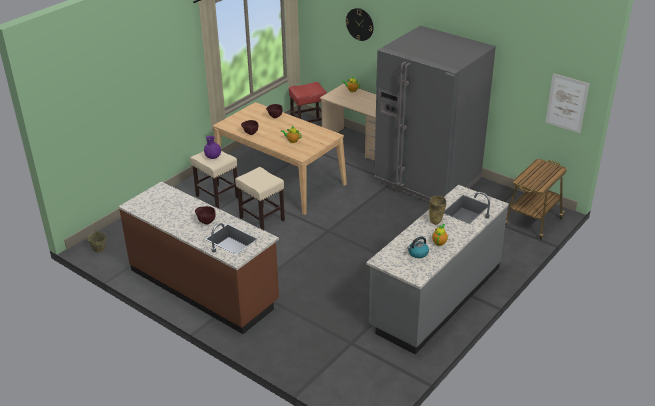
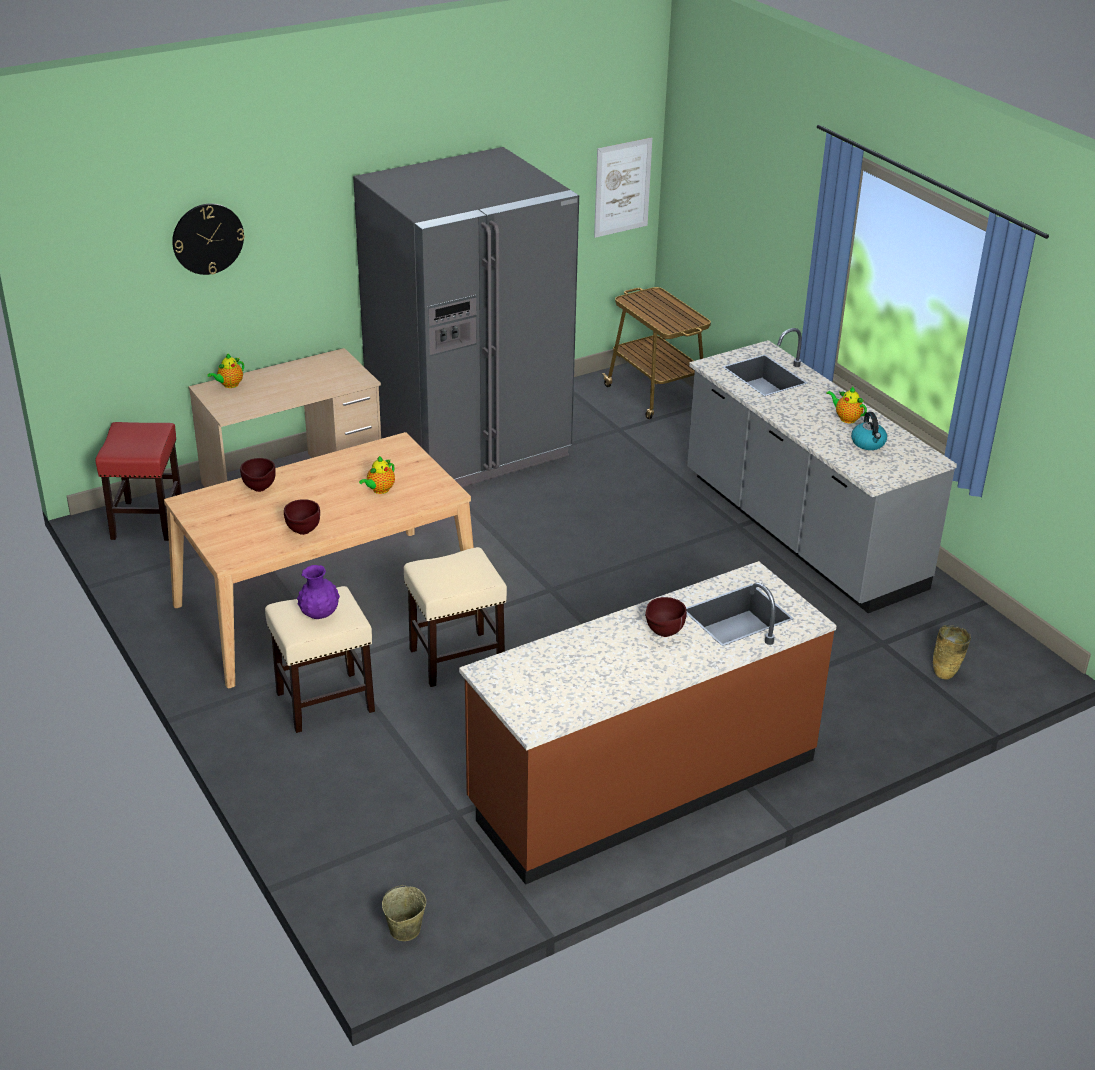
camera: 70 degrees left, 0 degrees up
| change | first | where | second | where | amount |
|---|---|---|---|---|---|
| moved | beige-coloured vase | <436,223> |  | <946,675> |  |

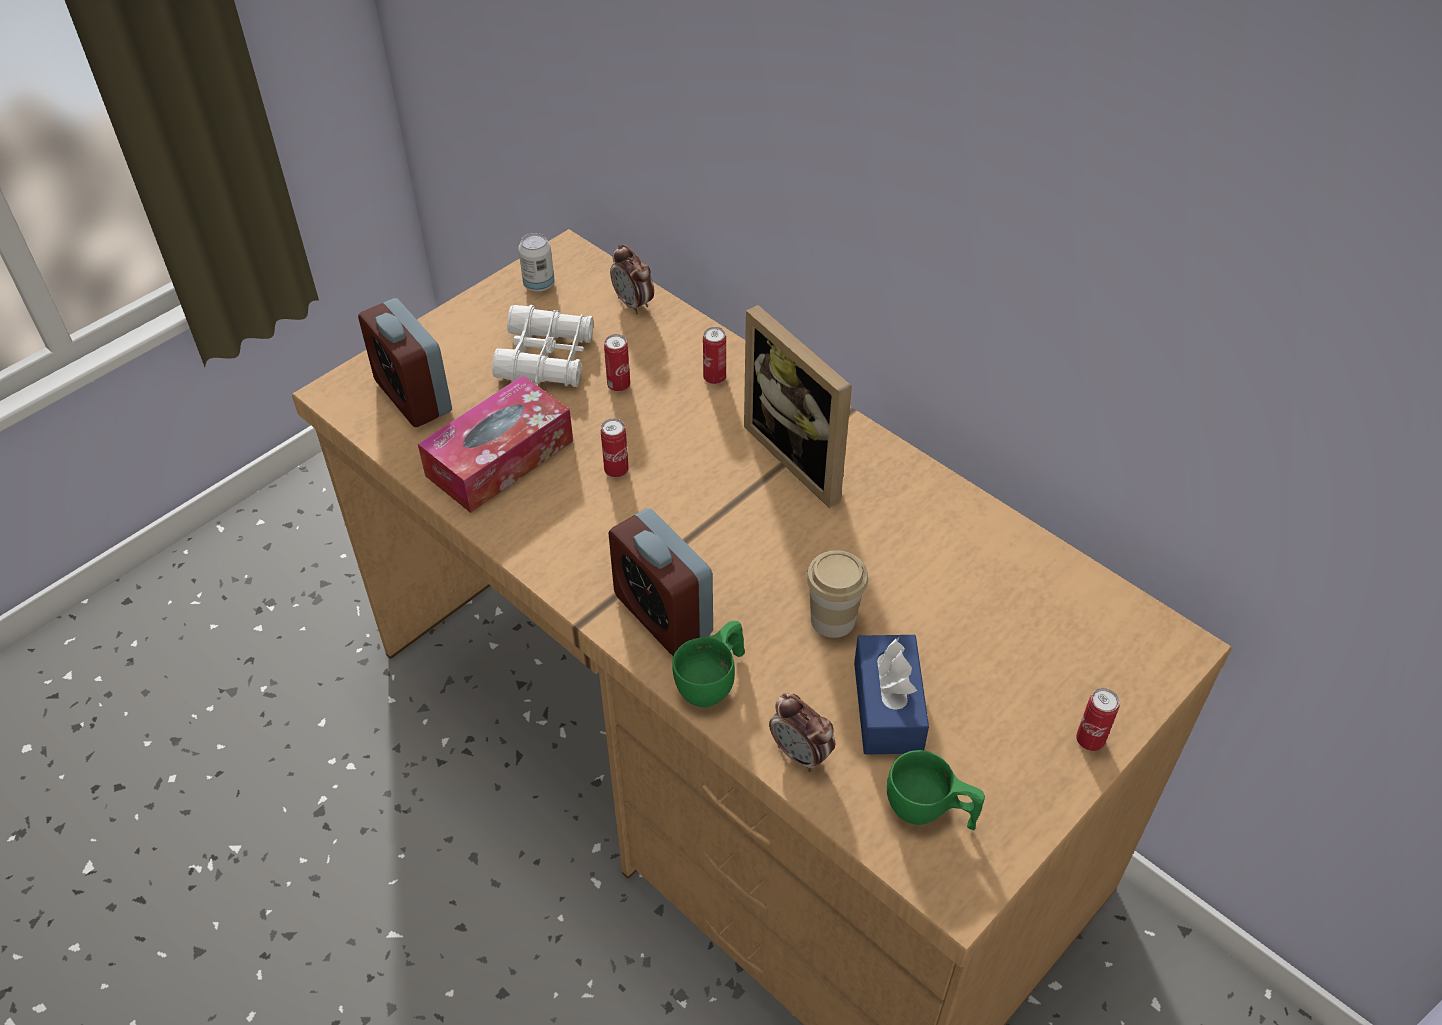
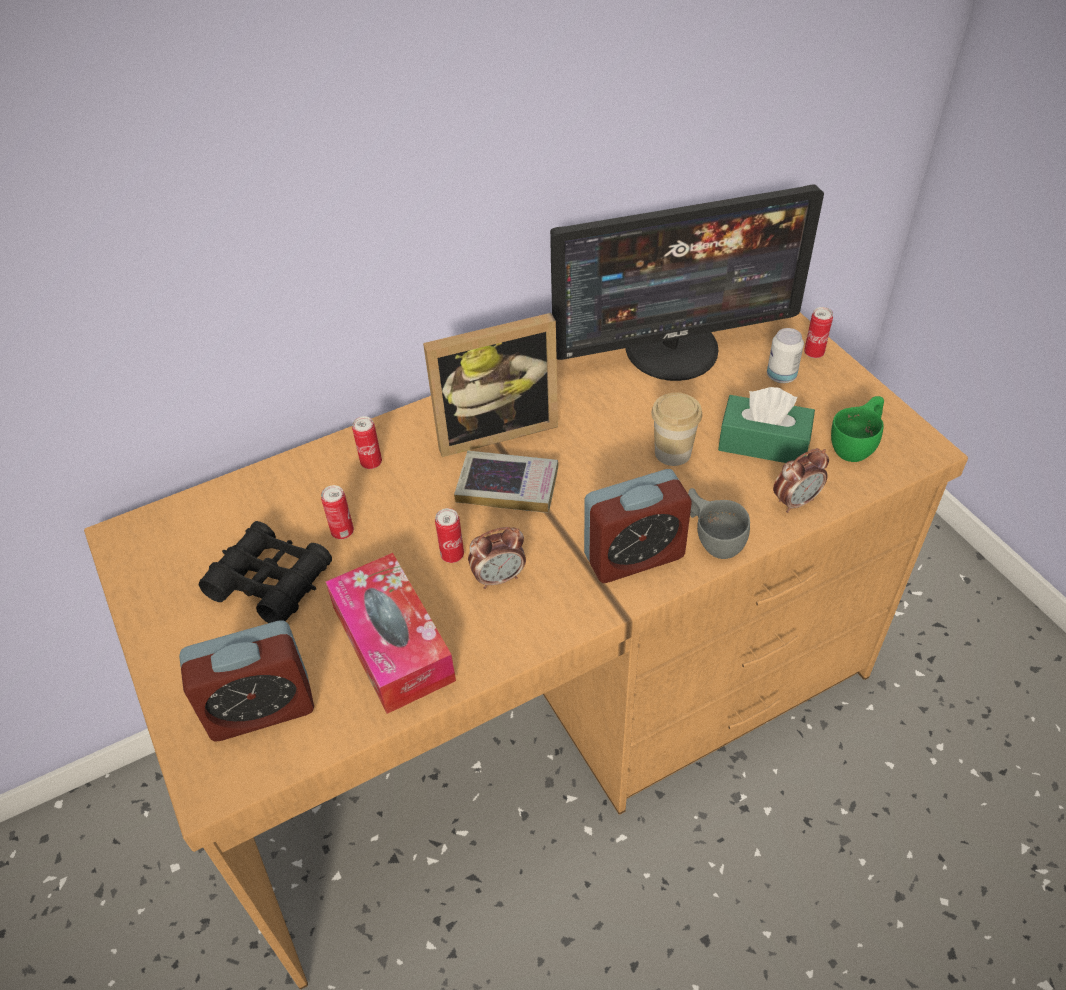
camera: 70 degrees left, 0 degrees up
| change | first | where | second | where | amount |
|---|---|---|---|---|---|
| moved | metal can | <539,285> |  | <781,376> |  |
| moved | alarm clock | <633,304> |  | <499,577> |  |
| recoloured | white pair of binoculars | <546,358> | black pair of binoculars | <271,581> |  |
| recoloured | greenish cup | <713,681> | grey cup | <713,537> |  |
| recoloured | blue-coloured tissue holder | <887,707> | greenish tissue holder | <763,443> |  |
| added |  |  | computer screen | <673,349> |  |
| added |  |  | volume | <507,486> |  |

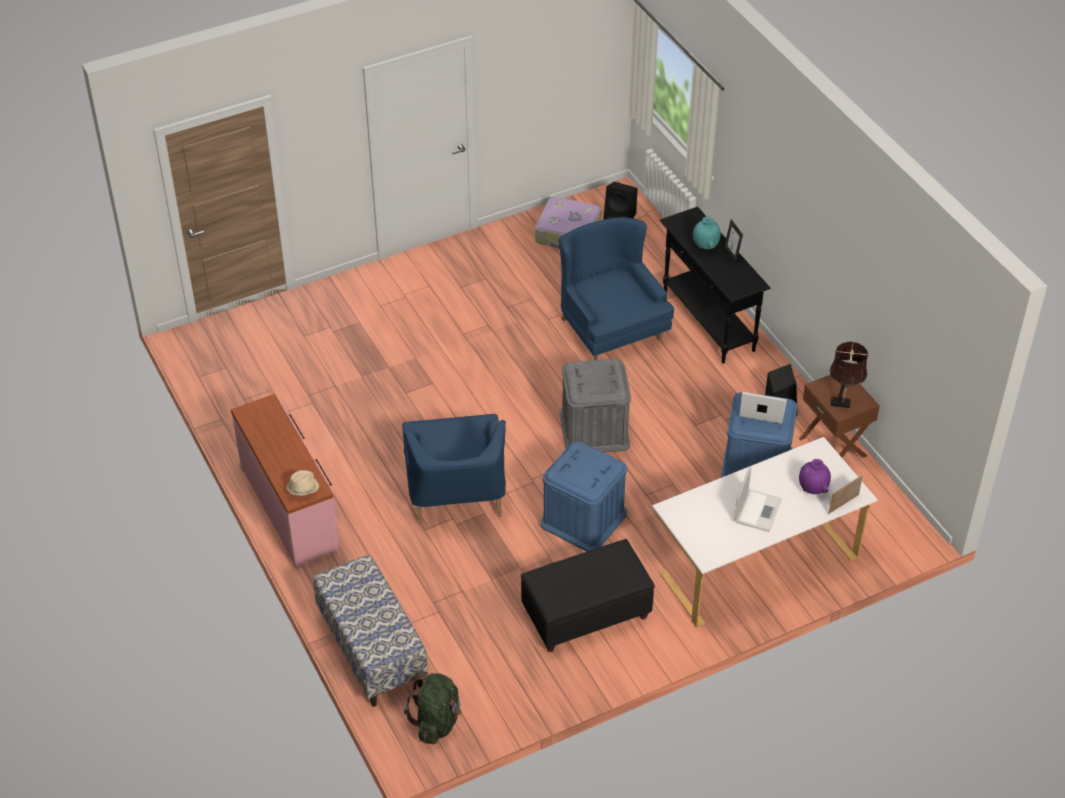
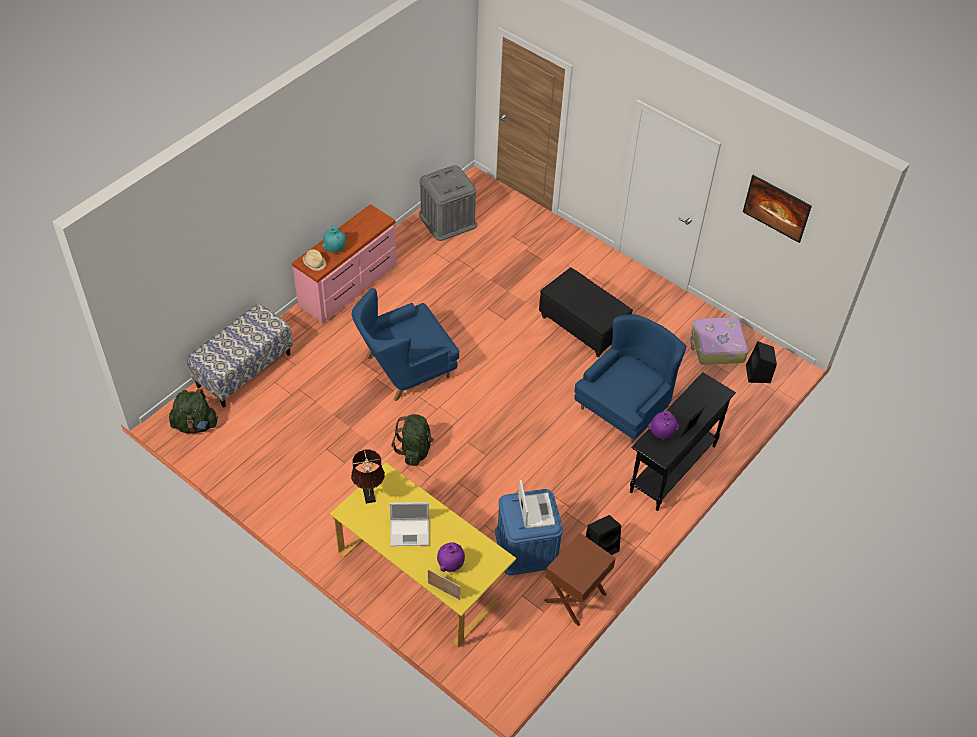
camera: 65 degrees right, 5 degrees up
| change | first | where | second | where | amount |
|---|---|---|---|---|---|
| moved | blue-green vase | <705,246> |  | <335,249> |  |
| moved | brown-coloured table lamp | <842,403> |  | <369,497> |  |
| moved | grey storage box | <594,429> |  | <447,220> |  |
| recoloured | white desk | <756,561> | yellow-coloured desk | <422,575> |  |
| replaced | blue-coloured storage box | <583,519> | greenish backpack | <415,450> |  |
| moved | black pouffe | <585,614> |  | <582,326> |  |
| added |  |  | wall art | <774,217> |  |
| added |  |  | purplish vase | <662,433> |  |

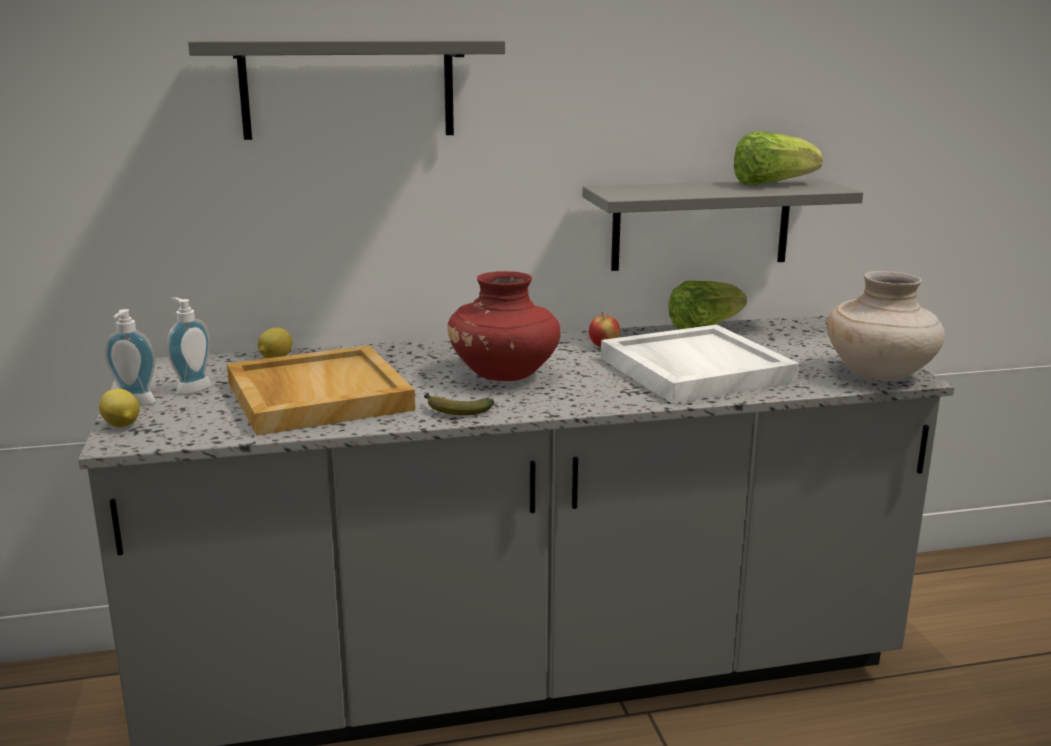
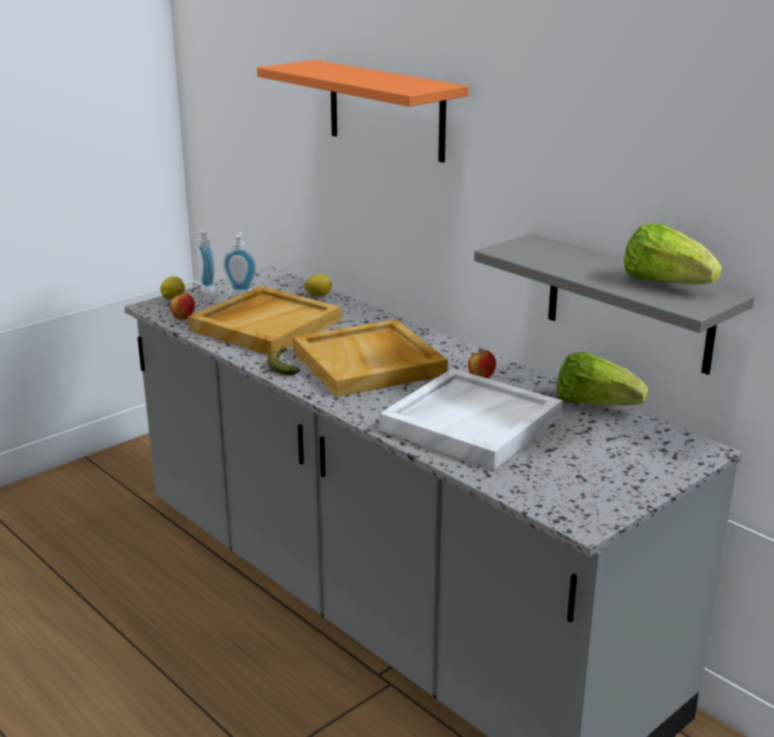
camera: 60 degrees right, 5 degrees up
| change | first | where | second | where | amount |
|---|---|---|---|---|---|
| recoloured | grey wall shelf | <348,88> | orange wall shelf | <386,110> |  |
| replaced | red vase | <505,375> | beige-coloured carrying tray | <370,363> |  |
| removed | beige-coloured vase | <880,375> |  |  |  |
| added |  |  | whole apple | <183,318> |  |

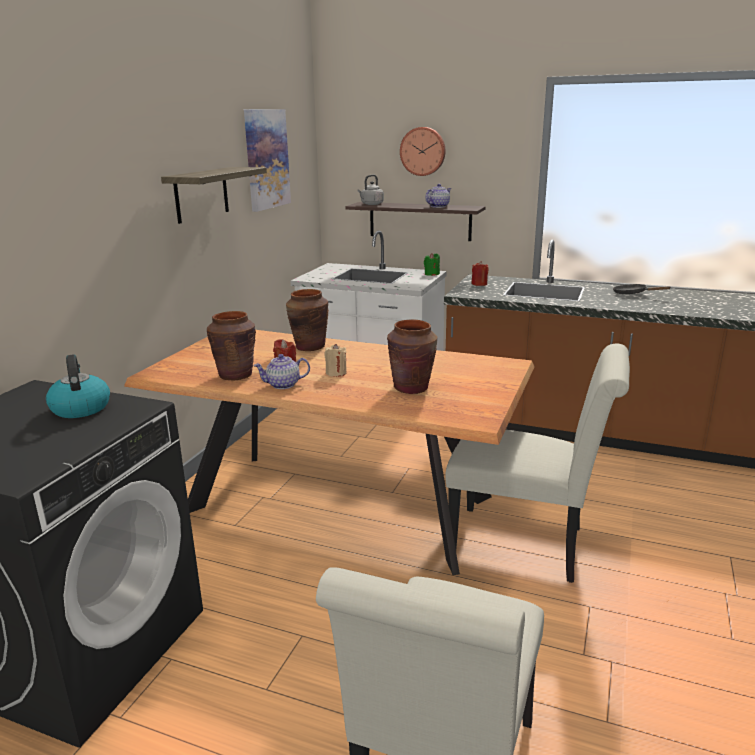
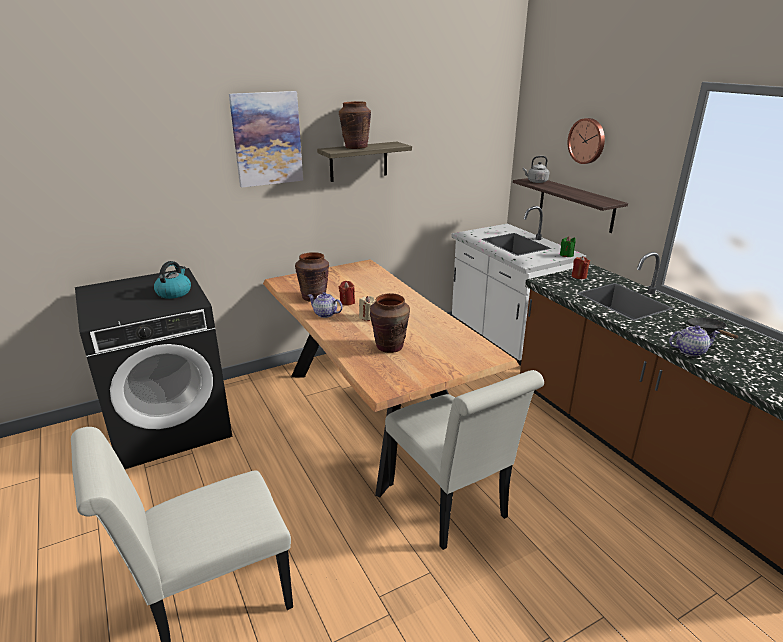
camera: 40 degrees right, 5 degrees up
| change | first | where | second | where | amount |
|---|---|---|---|---|---|
| moved | wall art | <266,159> |  | <267,139> |  |
| moved | pot for tea | <438,206> |  | <690,351> |  |
| moved | brown-coloured vase | <309,347> |  | <356,147> |  |

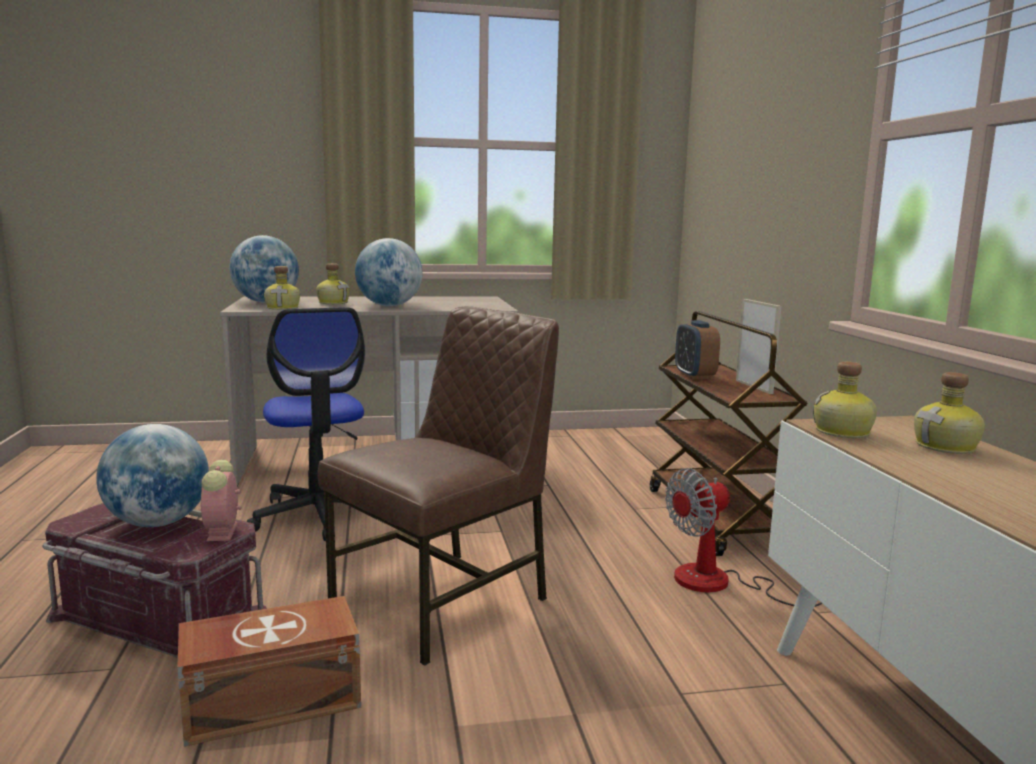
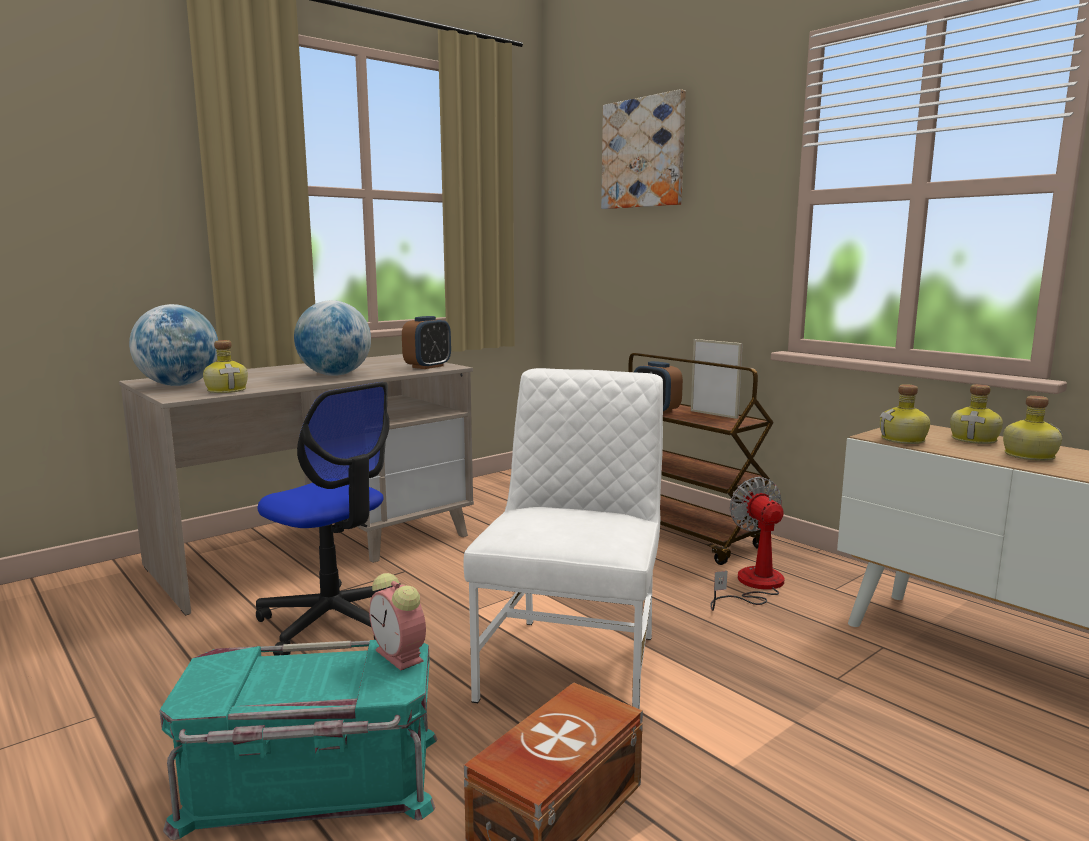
camera: 30 degrees left, 0 degrees up
| change | first | where | second | where | amount |
|---|---|---|---|---|---|
| moved | drink bottle | <333,303> |  | <1027,455> |  |
| recoloured | brown-coloured plain chair | <444,600> | white plain chair | <574,665> |  |
| removed | globe | <158,523> |  |  |  |
| turned | electric fan | <722,584> |  | <753,585> | 135 degrees clockwise |
| recoloured | red storage box | <156,618> | blue-green storage box | <311,783> |  |
| added |  |  | wall art | <643,153> |  |
| added |  |  | alarm clock | <428,366> |  |

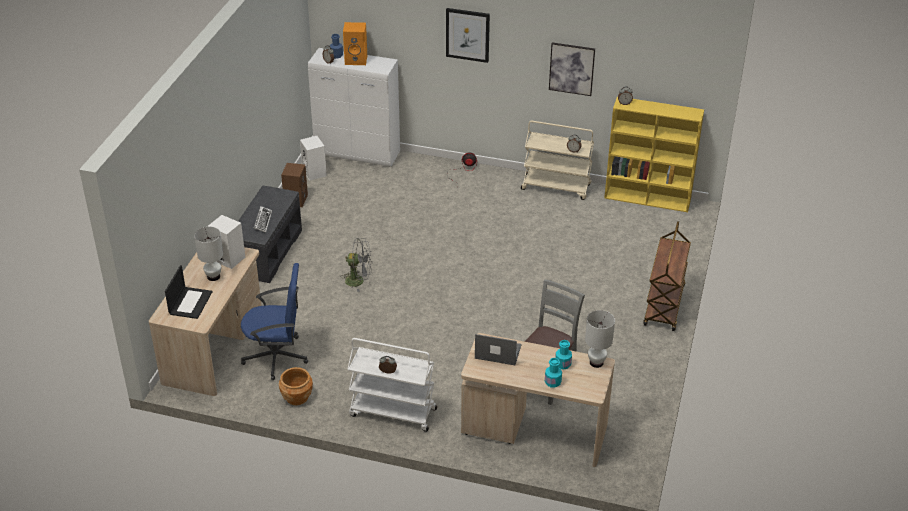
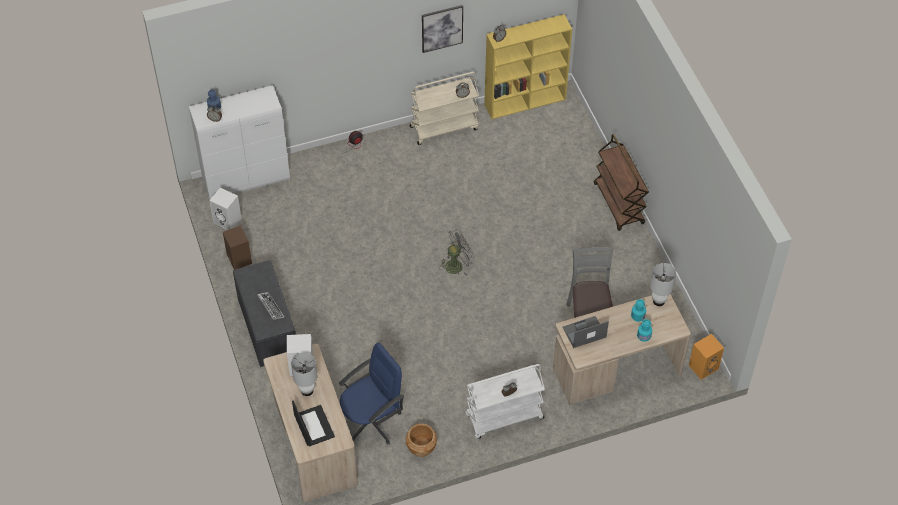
camera: 35 degrees left, 15 degrees up
| change | first | where | second | where | amount |
|---|---|---|---|---|---|
| removed | wall art | <467,34> |  |  |  |
| moved | orange loudspeaker | <356,60> |  | <703,366> |  |
| moved | grey electric fan | <359,281> |  | <457,264> |  |

